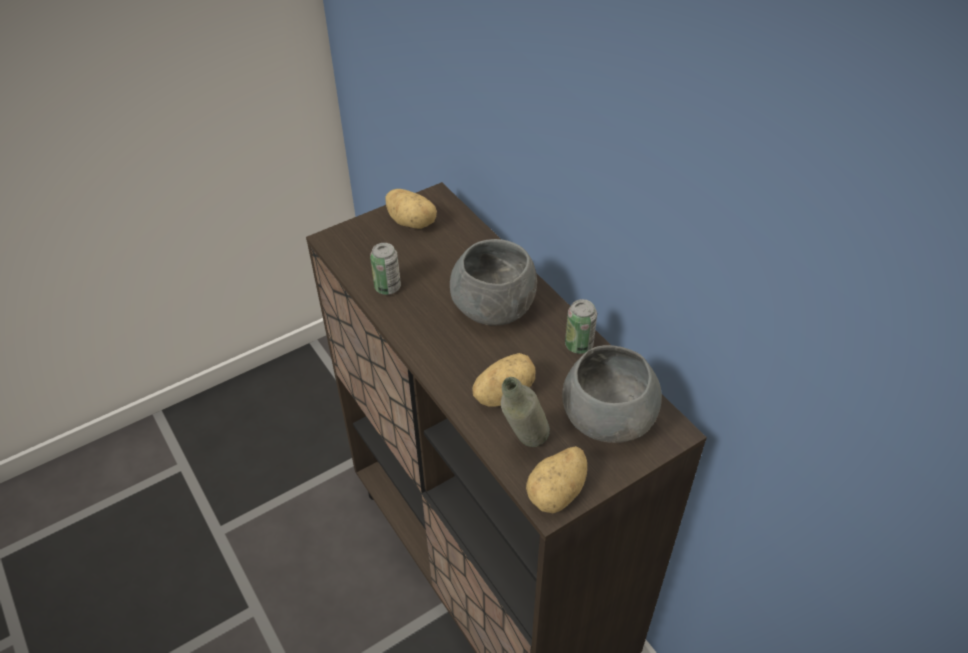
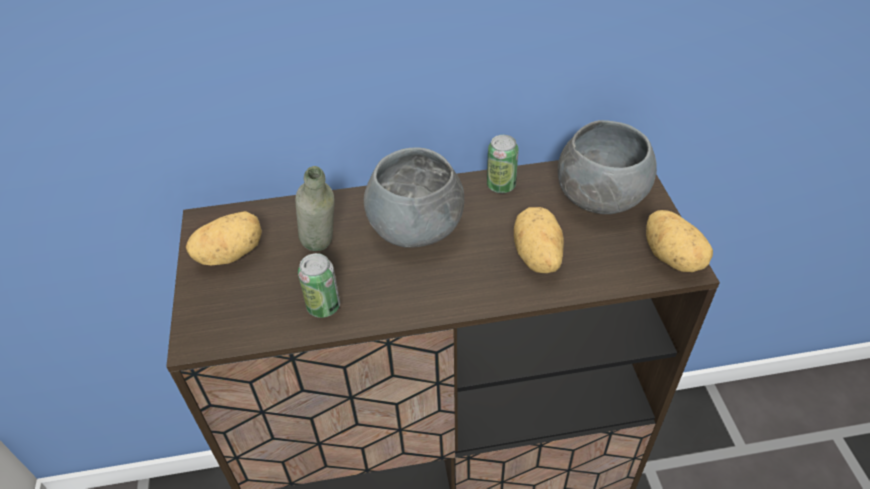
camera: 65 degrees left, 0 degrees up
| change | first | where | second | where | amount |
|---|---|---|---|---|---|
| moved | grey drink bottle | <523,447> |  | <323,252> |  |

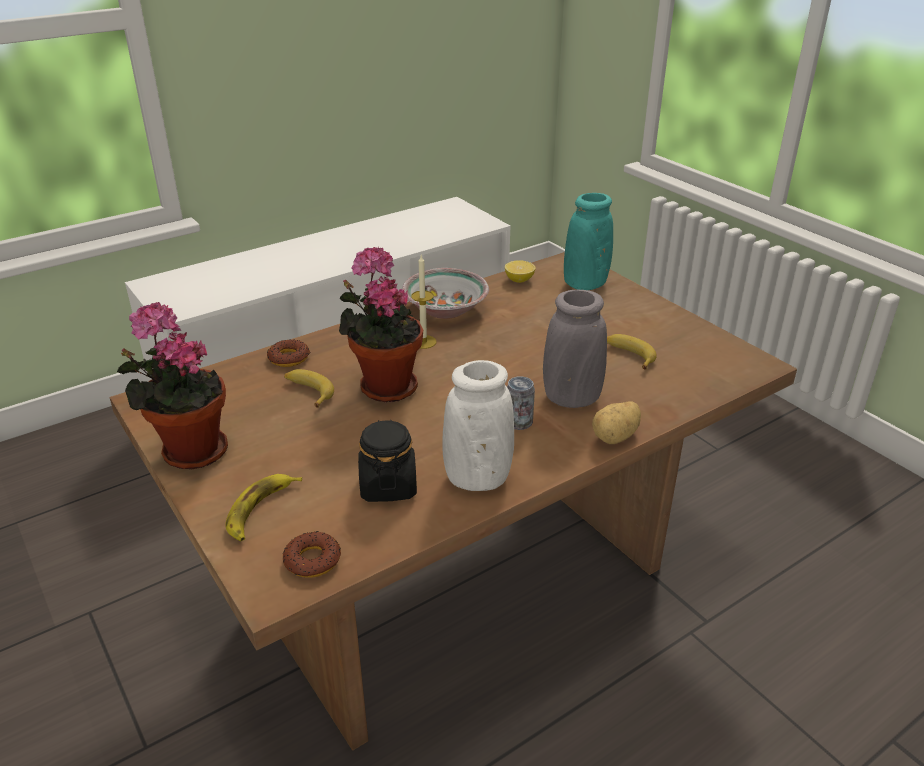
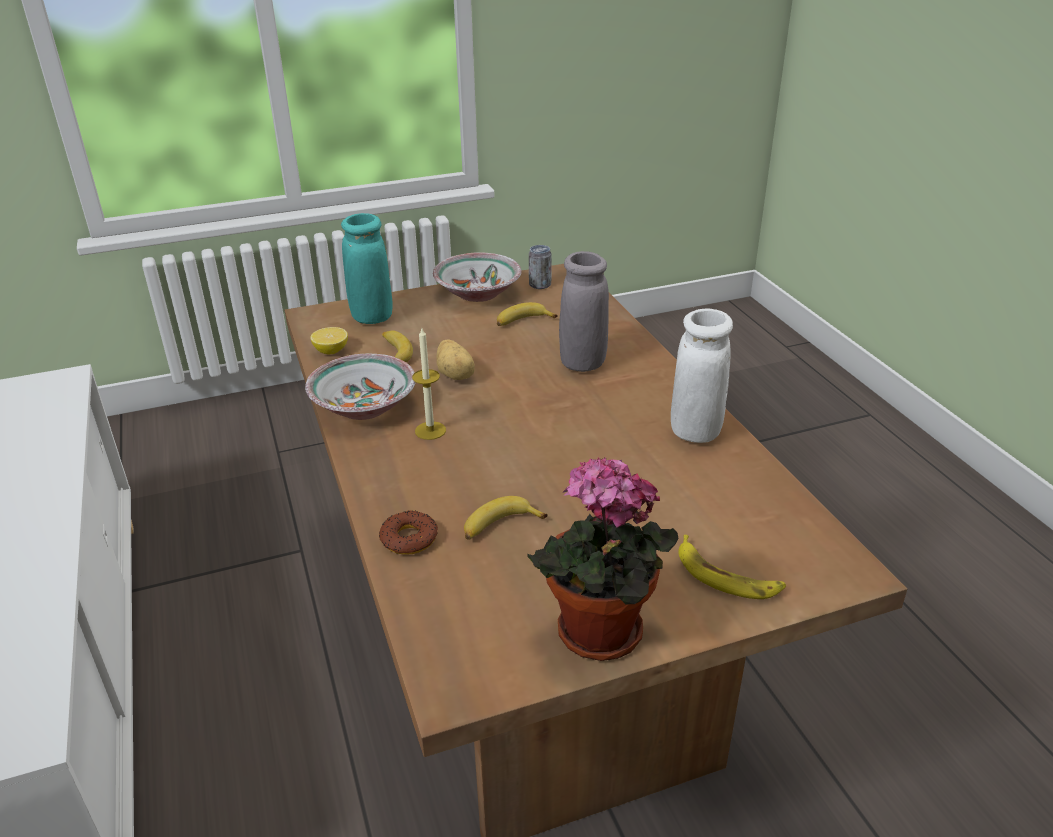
camera: 75 degrees left, 0 degrees up
| change | first | where | second | where | amount |
|---|---|---|---|---|---|
| removed | potted plant | <384,385> |  |  |  |
| moved | metal can | <519,422> |  | <540,285> |  |
| moved | whole potato | <616,437> |  | <456,375> |  |
| removed | black storage jar | <388,485> |  |  |  |
| removed | ring doughnut | <312,560> |  |  |  |
| added |  |  | serving bowl | <477,294> |  |
| added |  |  | banana fruit | <393,353> |  |

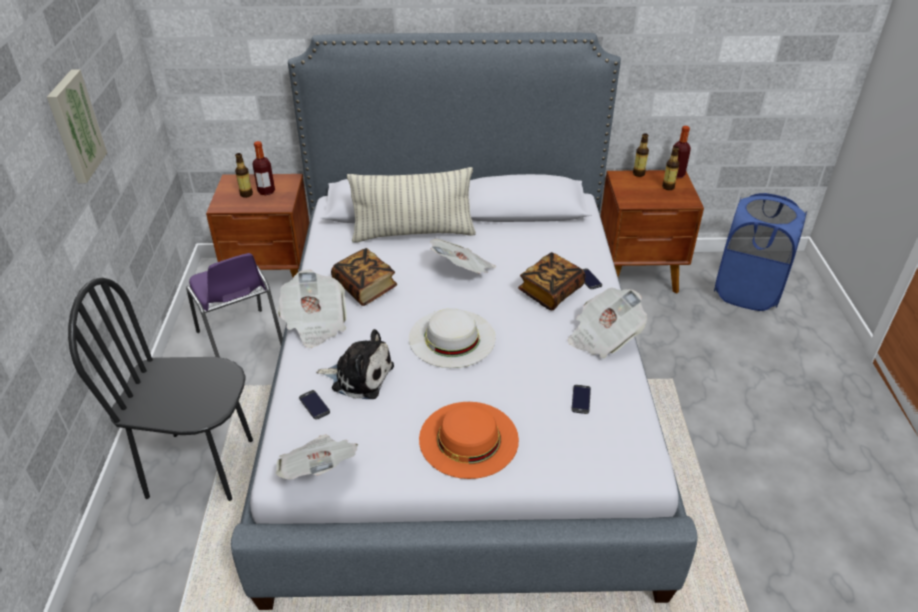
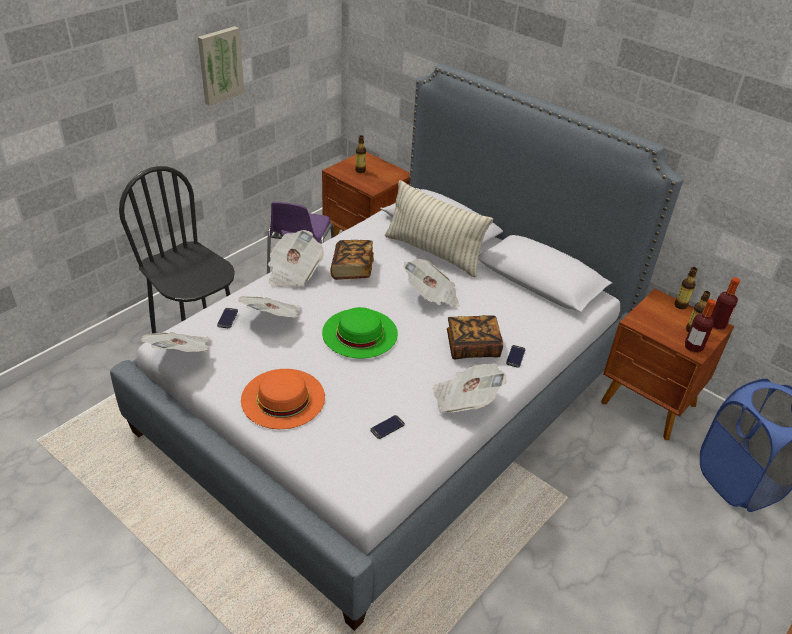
camera: 40 degrees right, 0 degrees up
| change | first | where | second | where | amount |
|---|---|---|---|---|---|
| moved | drink bottle | <266,191> |  | <693,347> |  |
| recoloured | white clothing hat | <452,338> | greenish clothing hat | <359,333> |  |
| replaced | plush toy | <359,376> | daily paper | <273,319> |  |

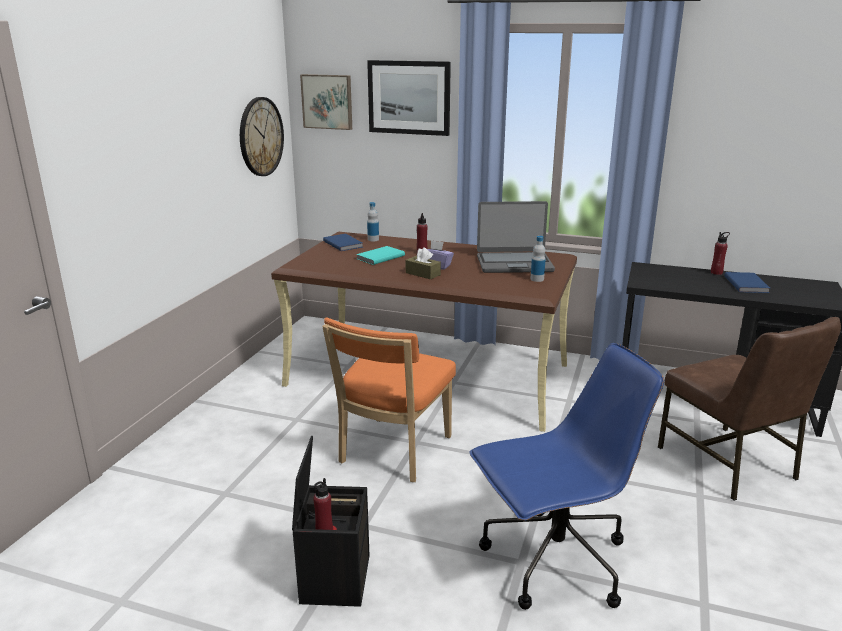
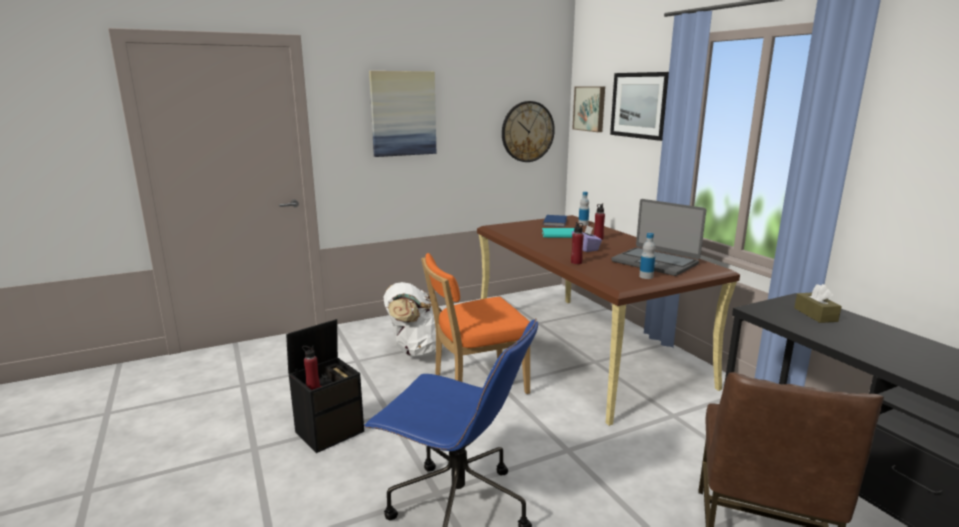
camera: 45 degrees right, 5 degrees down
| change | first | where | second | where | amount |
|---|---|---|---|---|---|
| moved | red drink bottle | <716,273> |  | <576,262> |  |
| moved | brown-coloured tissue holder | <423,274> |  | <815,314> |  |
| removed | blue-coloured volume | <747,284> |  |  |  |
| added |  |  | wall art | <403,113> |  |
| added |  |  | white backpack | <417,351> |  |

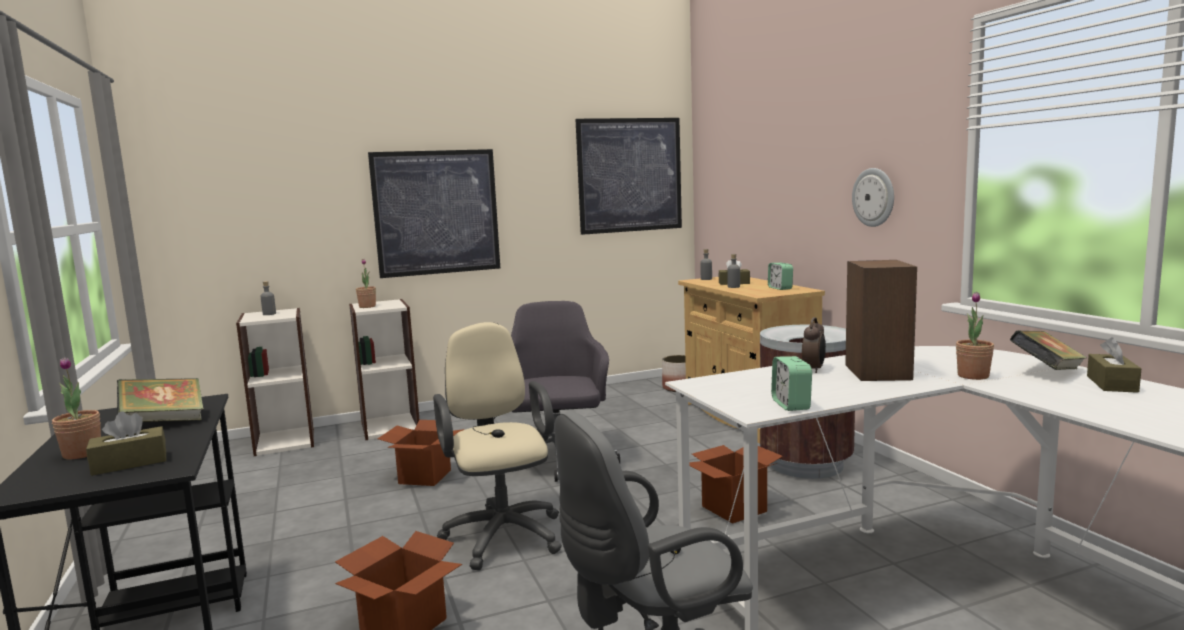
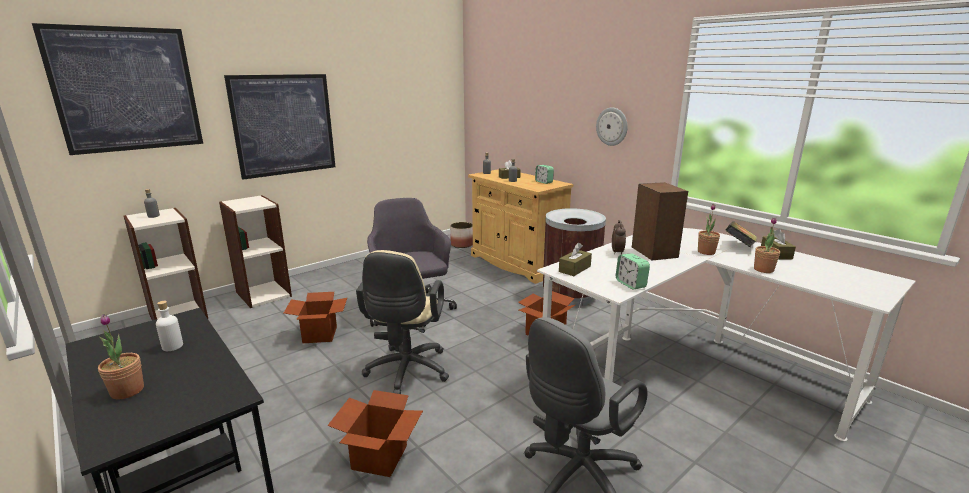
camera: 20 degrees left, 10 degrees up
| change | first | where | second | where | amount |
|---|---|---|---|---|---|
| moved | wall art | <630,175> |  | <126,90> |  |
| moved | potted plant | <367,306> |  | <763,270> |  |
| turned | beige-coloured computer chair | <502,533> |  | <406,373> | 135 degrees counterclockwise |
| replaced | volume | <164,422> | white drink bottle | <172,346> |  |
| moved | brown-coloured tissue holder | <130,463> |  | <574,269> |  |

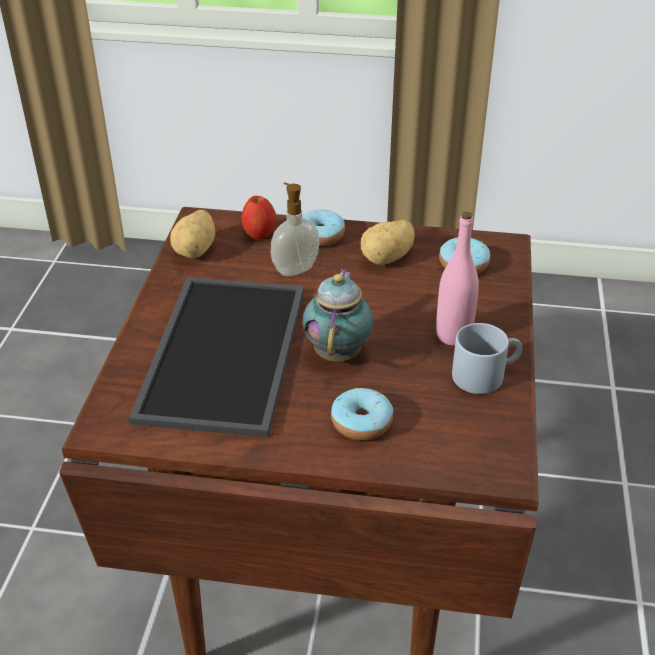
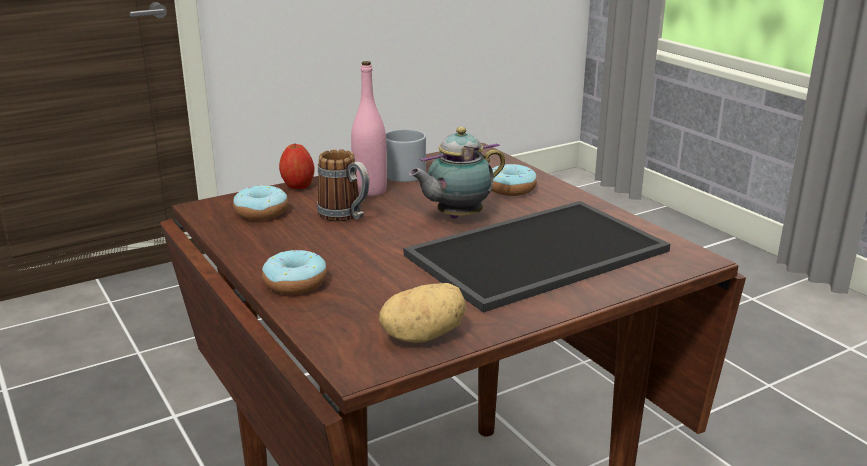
camera: 130 degrees left, 15 degrees down
| change | first | where | second | where | amount |
|---|---|---|---|---|---|
| removed | soap dispenser | <295,269> |  |  |  |
| moved | whole apple | <259,234> |  | <297,186> |  |
| removed | whole potato | <388,258> |  |  |  |
| added |  |  | tea mug | <346,216> |  |

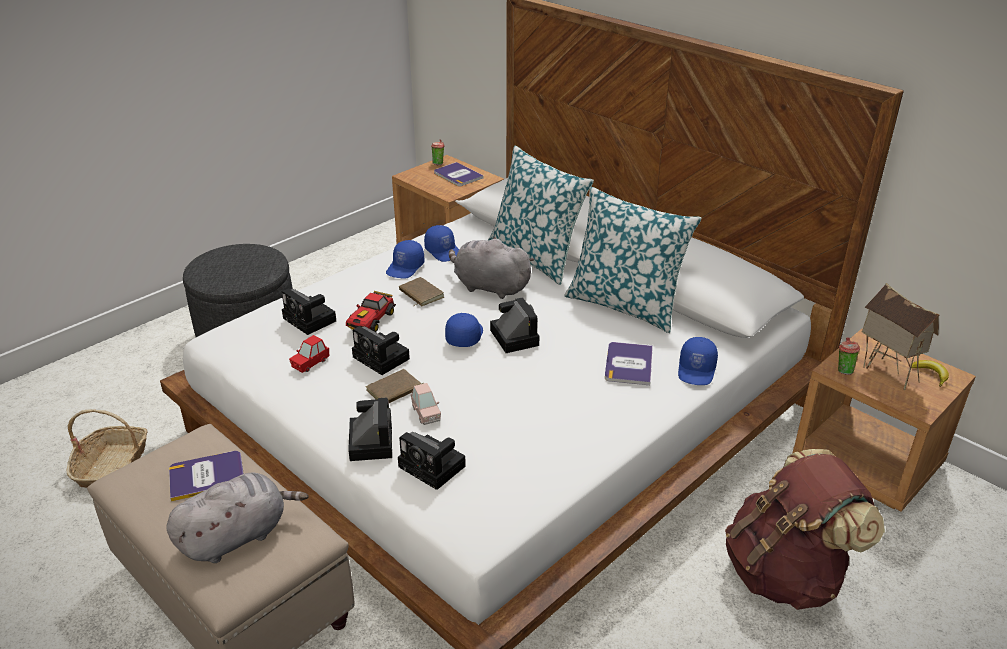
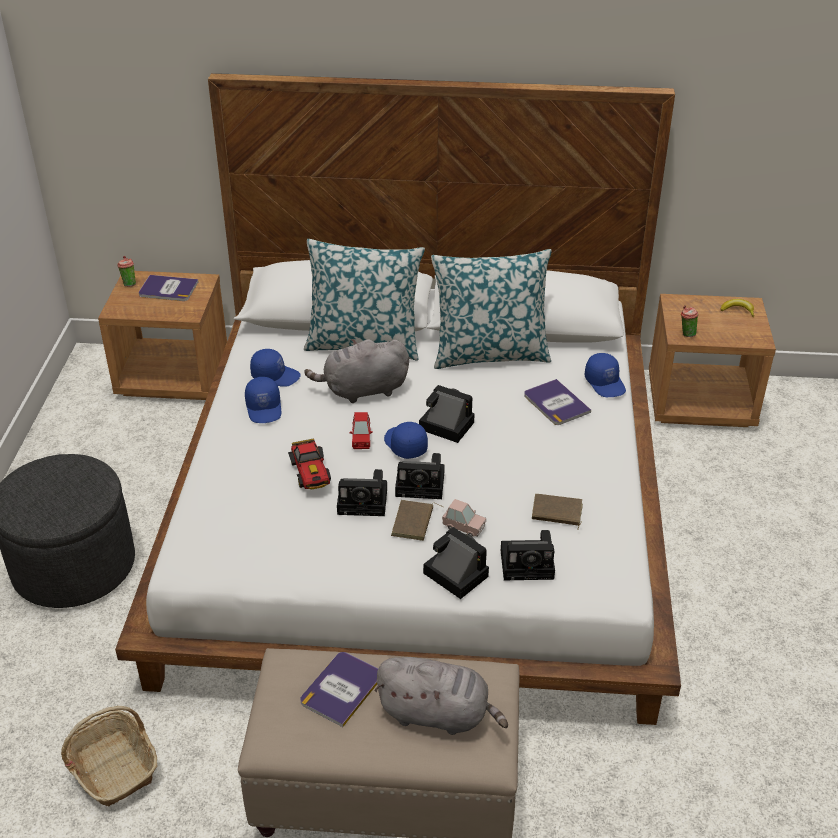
camera: 40 degrees left, 5 degrees up
| change | first | where | second | where | amount |
|---|---|---|---|---|---|
| moved | brown-coloured volume | <420,294> |  | <556,513> |  |
| removed | toy house | <885,372> |  |  |  |
| moved | photo camera | <311,320> |  | <422,484> |  |
| moved | red model car | <310,363> |  | <361,439> |  |
| removed | brown-coloured backpack | <786,573> |  |  |  |
| turned | grey plush toy | <237,536> |  | <438,714> | 90 degrees clockwise |

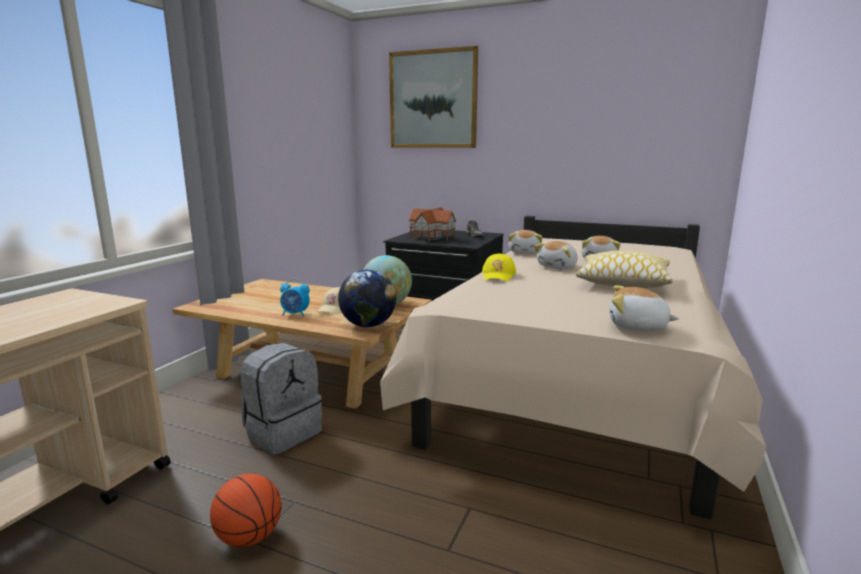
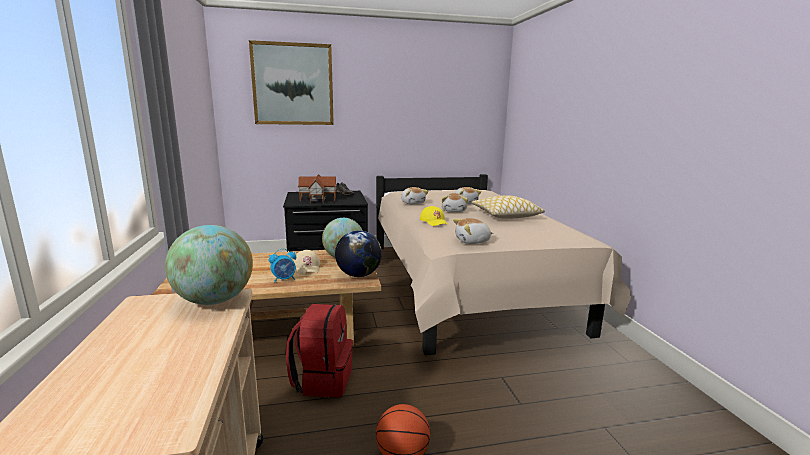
camera: 35 degrees left, 0 degrees up
| change | first | where | second | where | amount |
|---|---|---|---|---|---|
| moved | plush toy | <637,327> |  | <472,241> |  |
| recoloured | grey backpack | <283,432> | red backpack | <323,380> |  |
| added |  |  | globe | <215,300> |  |

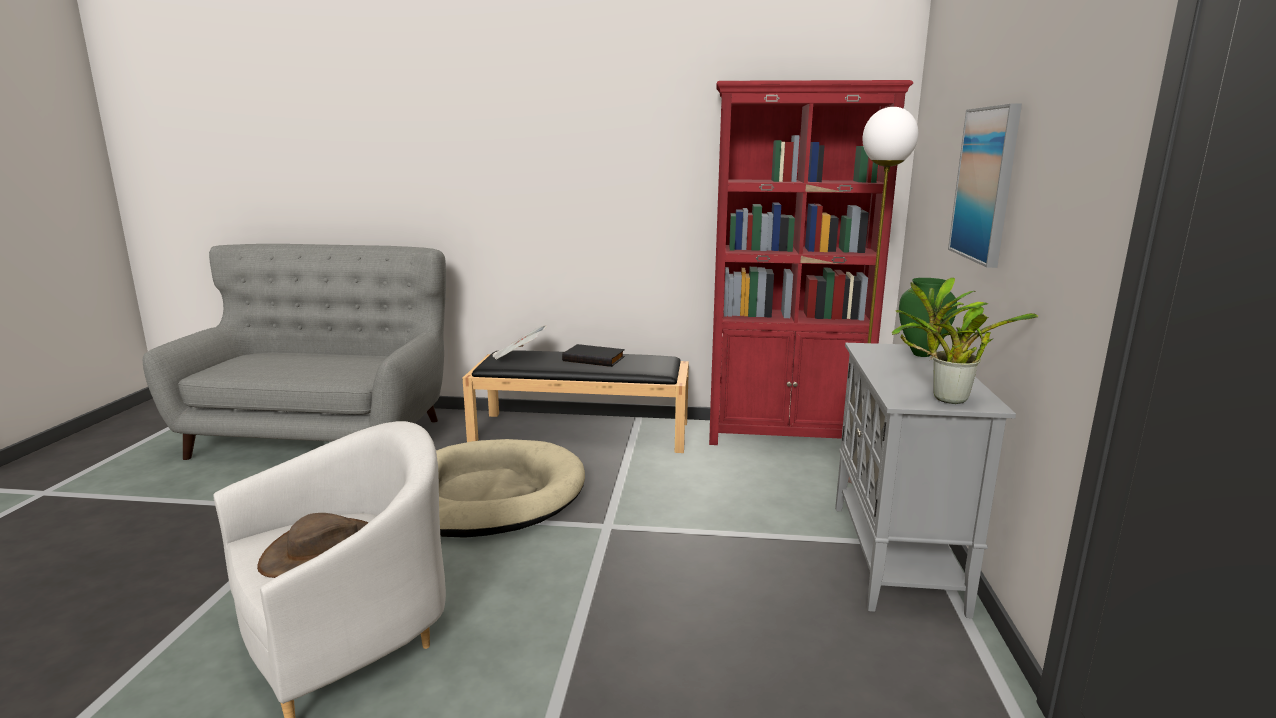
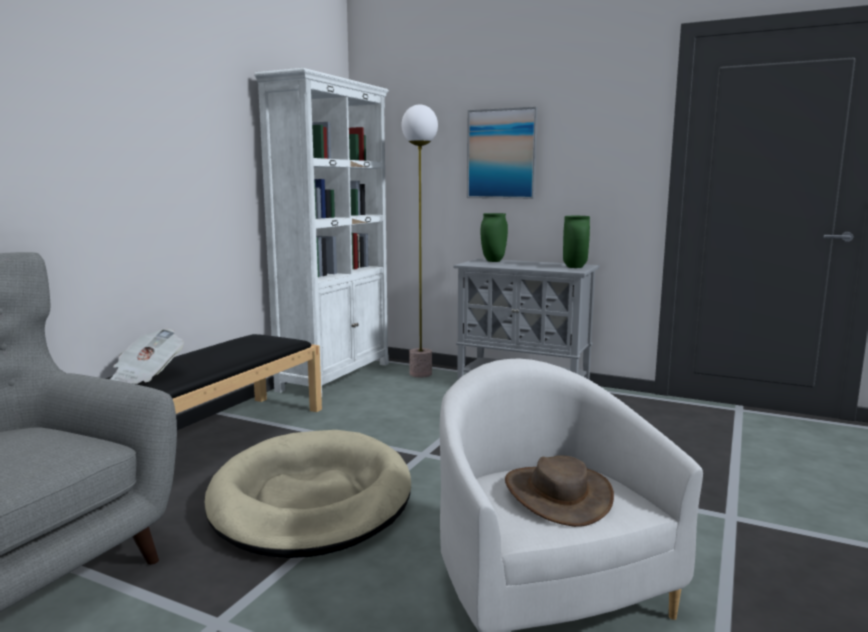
camera: 70 degrees left, 5 degrees down
| change | first | where | second | where | amount |
|---|---|---|---|---|---|
| recoloured | red shelving unit | <786,436> | white shelving unit | <336,376> |  |
| replaced | potted plant | <944,399> | greenish vase | <575,267> |  |
| removed | black volume | <594,358> |  |  |  |

